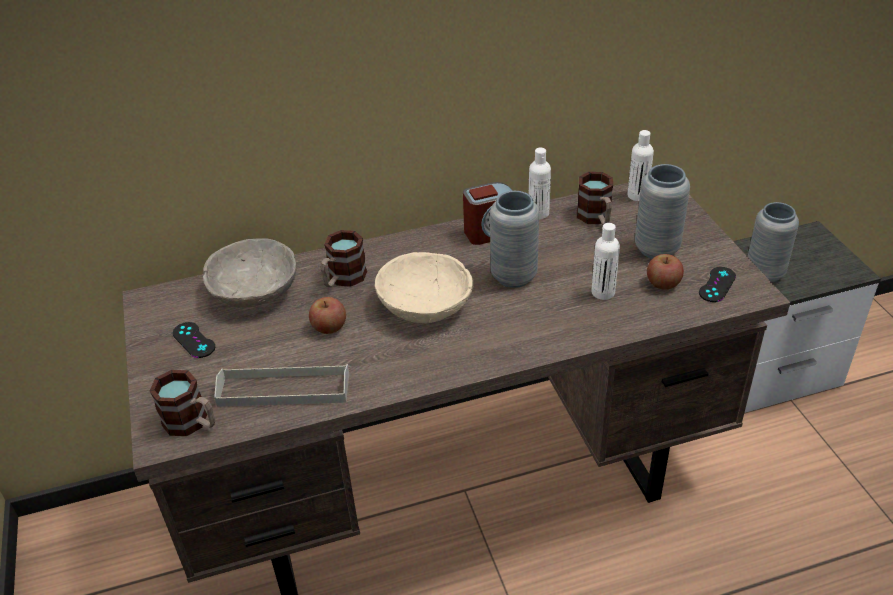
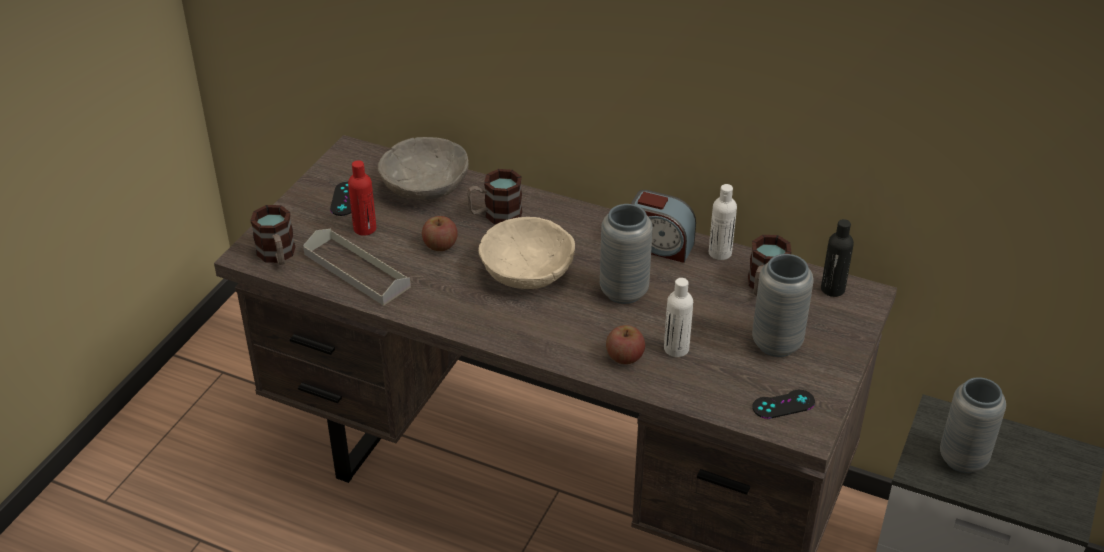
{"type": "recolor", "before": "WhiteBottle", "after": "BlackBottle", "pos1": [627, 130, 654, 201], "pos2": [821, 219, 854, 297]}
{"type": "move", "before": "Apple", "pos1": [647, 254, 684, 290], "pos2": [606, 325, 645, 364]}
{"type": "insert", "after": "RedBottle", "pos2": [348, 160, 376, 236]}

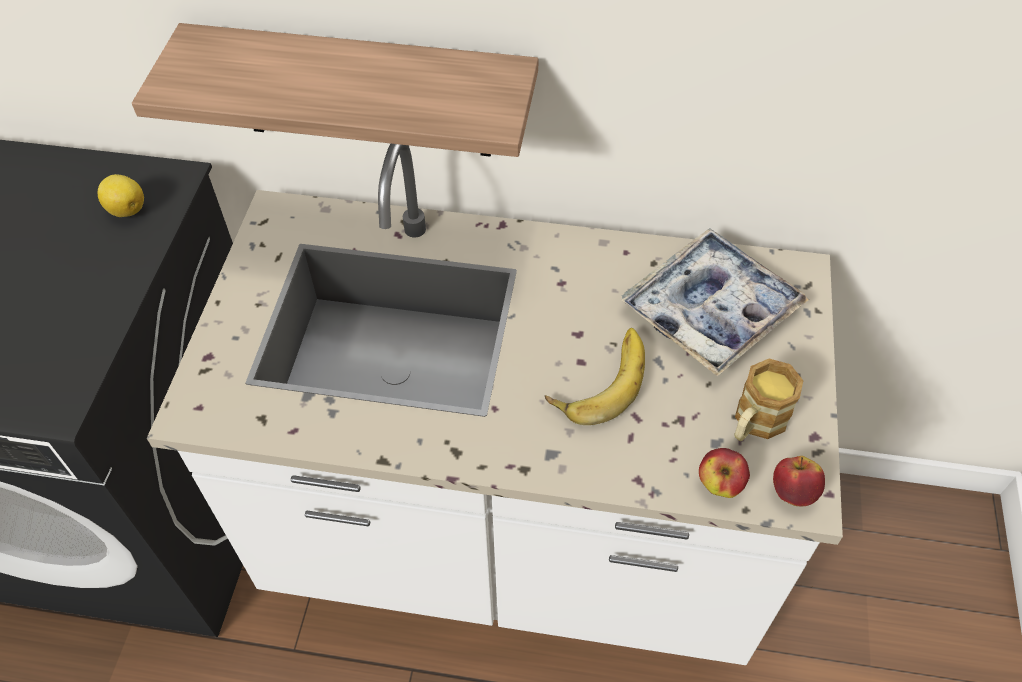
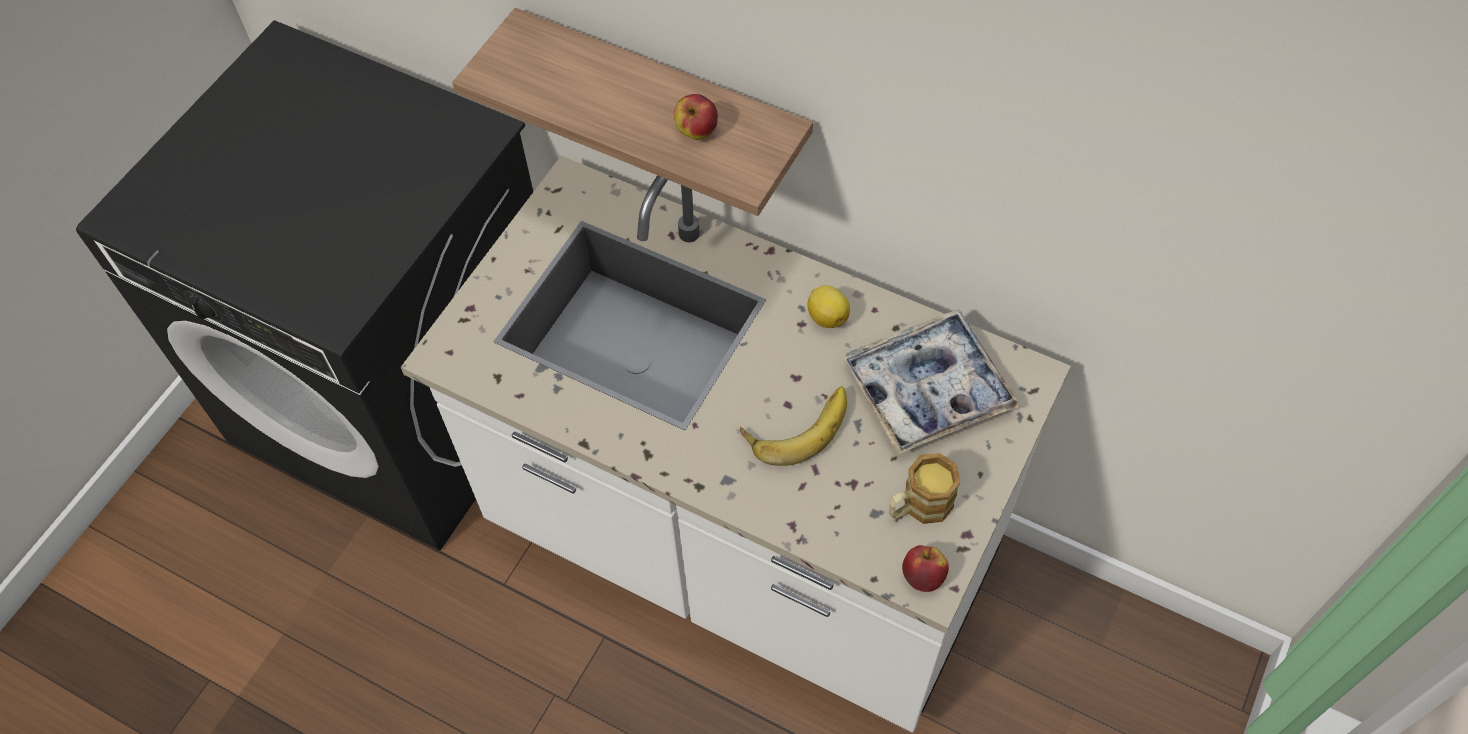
{"type": "move", "before": "Lemon", "pos1": [98, 174, 144, 217], "pos2": [808, 285, 850, 328]}
{"type": "move", "before": "Apple", "pos1": [699, 448, 750, 498], "pos2": [674, 94, 718, 140]}

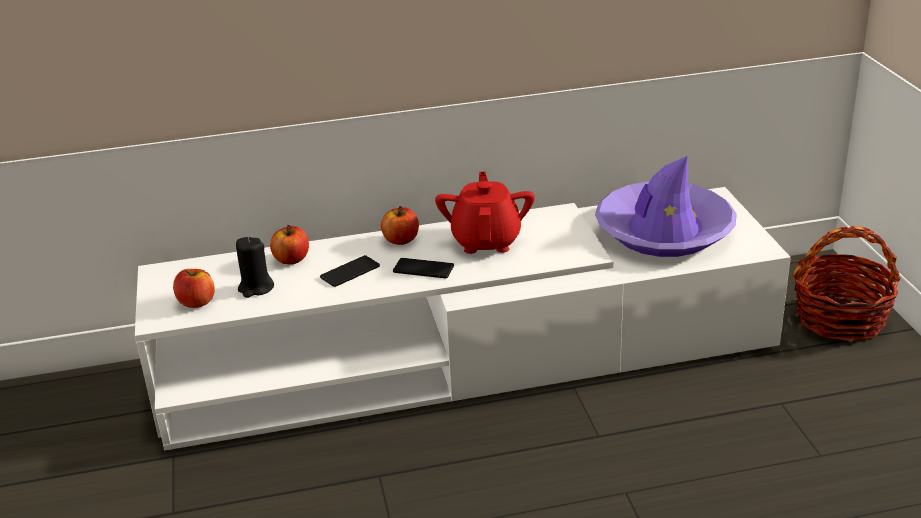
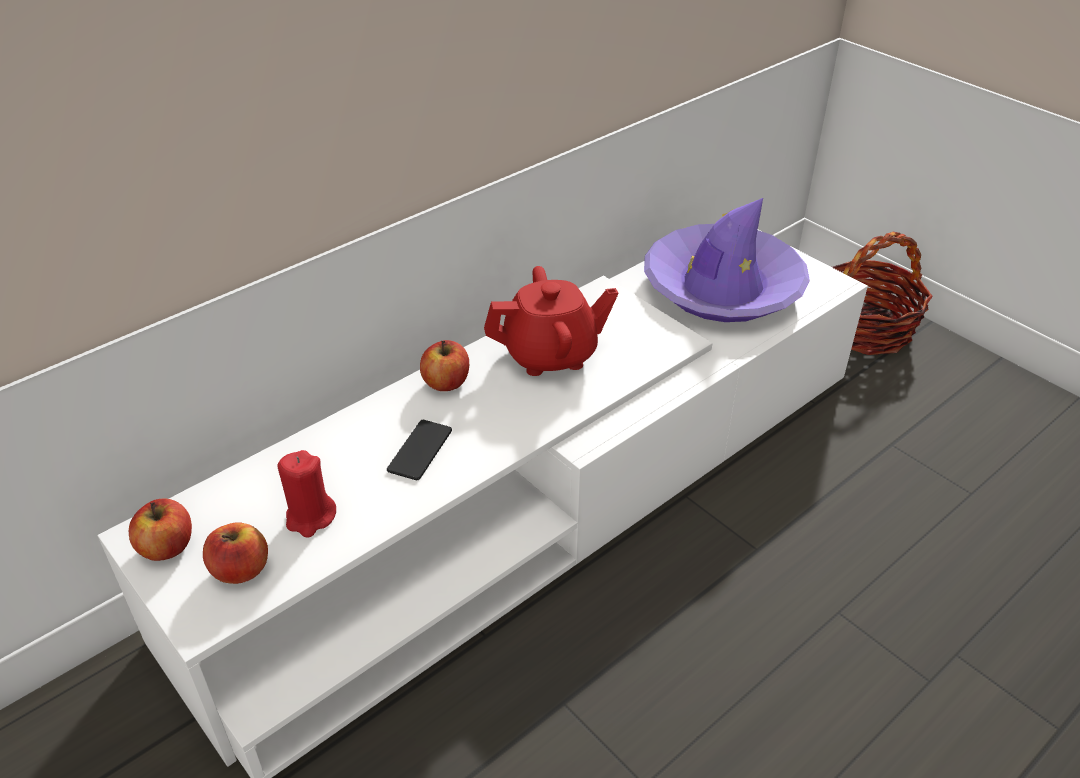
{"type": "recolor", "before": "BlackCandle", "after": "RedCandle", "pos1": [236, 237, 274, 298], "pos2": [277, 450, 336, 538]}
{"type": "move", "before": "Apple", "pos1": [270, 225, 309, 264], "pos2": [129, 498, 192, 561]}
{"type": "delete", "before": "Phone", "pos1": [393, 258, 454, 278]}
{"type": "rotate", "before": "RedTeapot", "pos1": [435, 171, 535, 254], "pos2": [484, 266, 618, 376], "turn": 105}

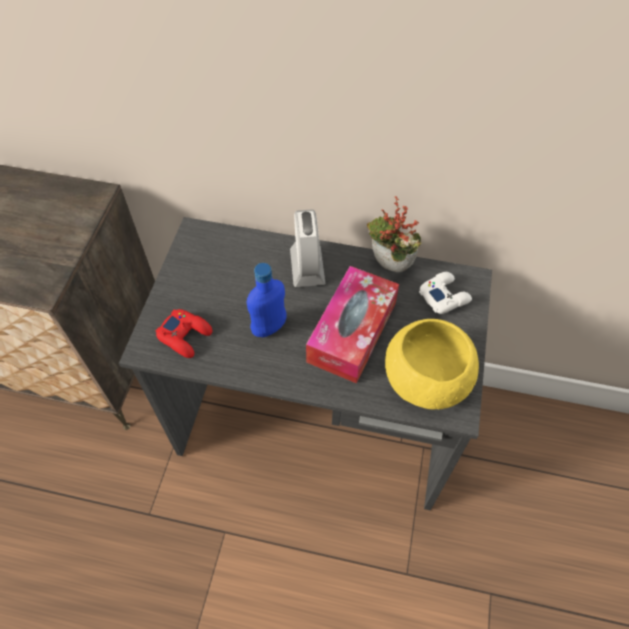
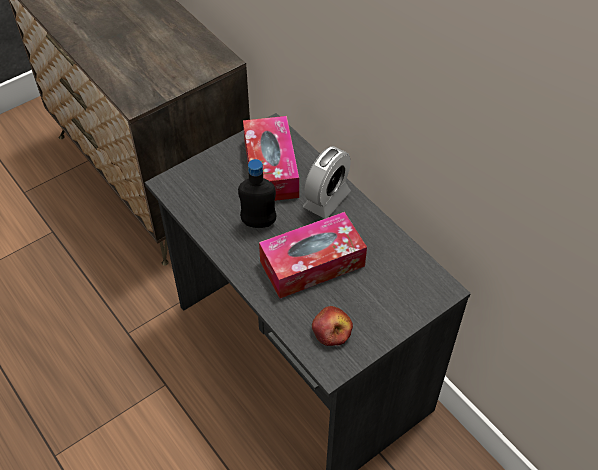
{"type": "delete", "before": "RedGameController", "pos1": [156, 309, 212, 358]}
{"type": "recolor", "before": "BlueBottle", "after": "BlackBottle", "pos1": [247, 263, 287, 337], "pos2": [238, 159, 276, 228]}
{"type": "delete", "before": "PottedPlant", "pos1": [367, 196, 421, 272]}
{"type": "replace", "before": "YellowBowl", "after": "Apple", "pos1": [385, 319, 479, 409], "pos2": [312, 306, 353, 346]}
{"type": "delete", "before": "WhiteGameController", "pos1": [419, 272, 472, 314]}
{"type": "insert", "after": "TissueBox", "pos2": [243, 116, 299, 201]}

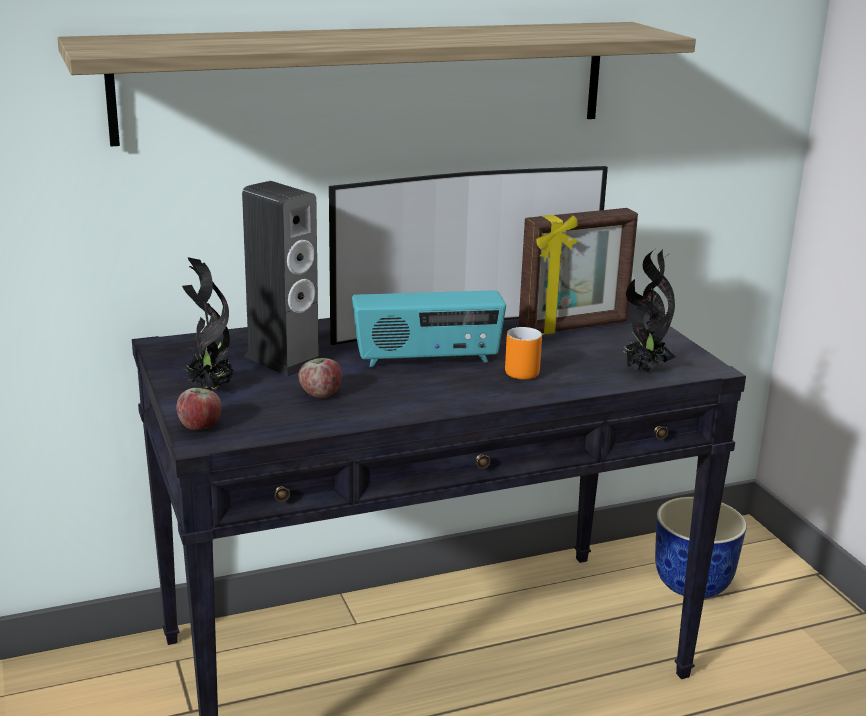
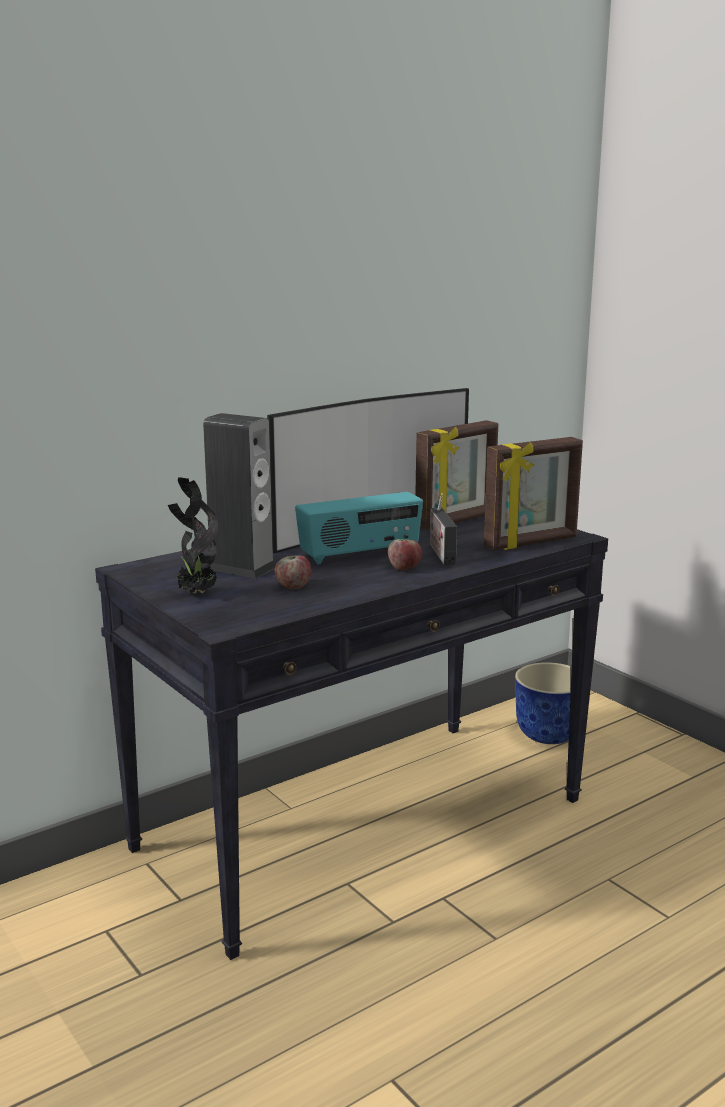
{"type": "delete", "before": "Shelf", "pos1": [57, 22, 696, 147]}
{"type": "move", "before": "Apple", "pos1": [177, 388, 221, 430], "pos2": [388, 539, 422, 570]}
{"type": "replace", "before": "OrangeMug", "after": "Radio", "pos1": [505, 327, 542, 380], "pos2": [430, 493, 457, 565]}
{"type": "replace", "before": "PottedPlant", "after": "PictureFrame", "pos1": [622, 249, 675, 373], "pos2": [484, 437, 583, 550]}

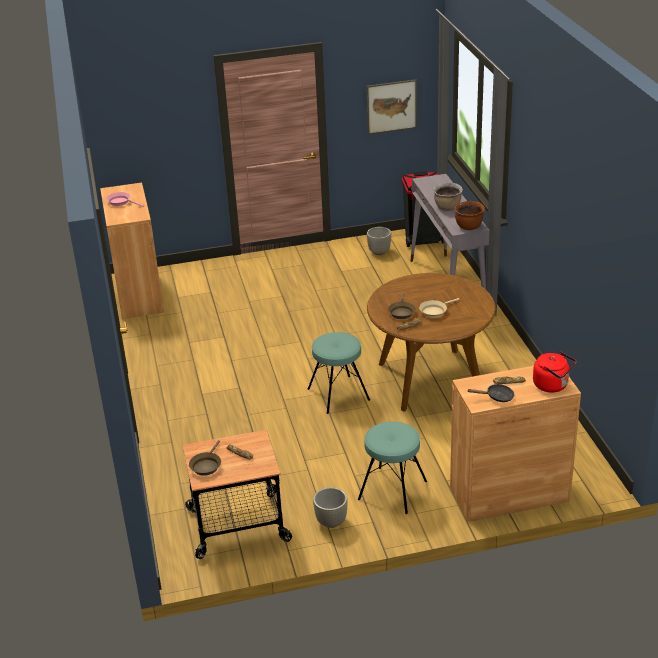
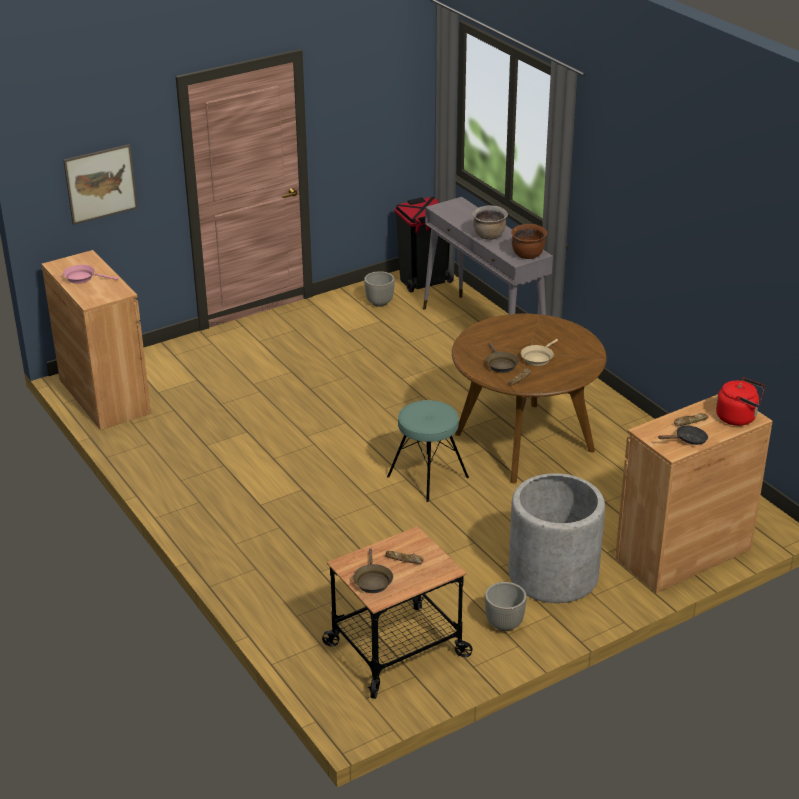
{"type": "replace", "before": "TurquoiseStool", "after": "GreyPlanter", "pos1": [358, 422, 427, 514], "pos2": [509, 473, 605, 603]}
{"type": "move", "before": "Picture", "pos1": [366, 79, 417, 135], "pos2": [63, 144, 138, 225]}

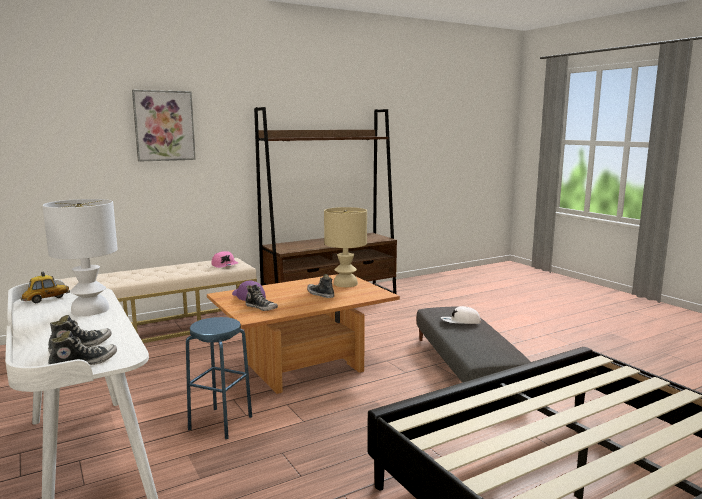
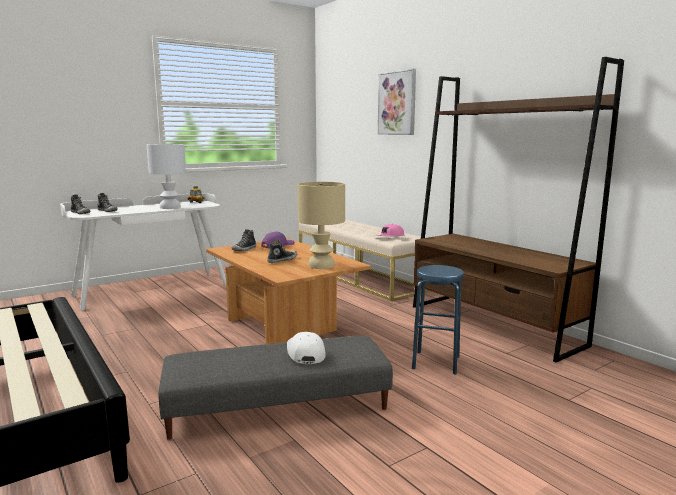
{"type": "move", "before": "BlueStool", "pos1": [186, 317, 252, 439], "pos2": [412, 265, 464, 375]}

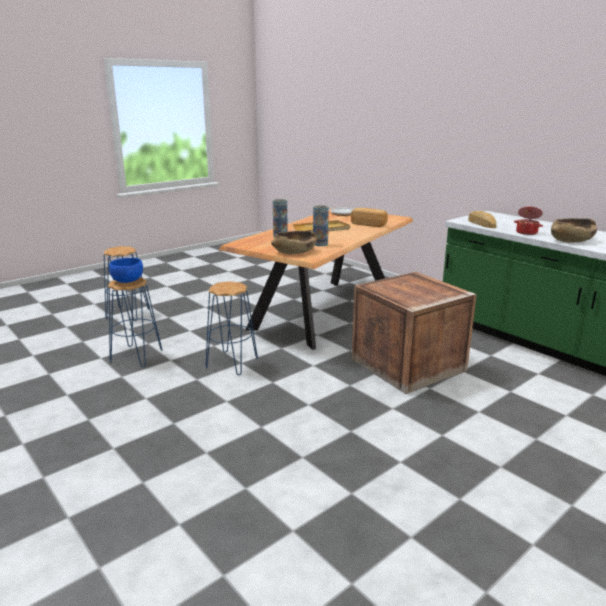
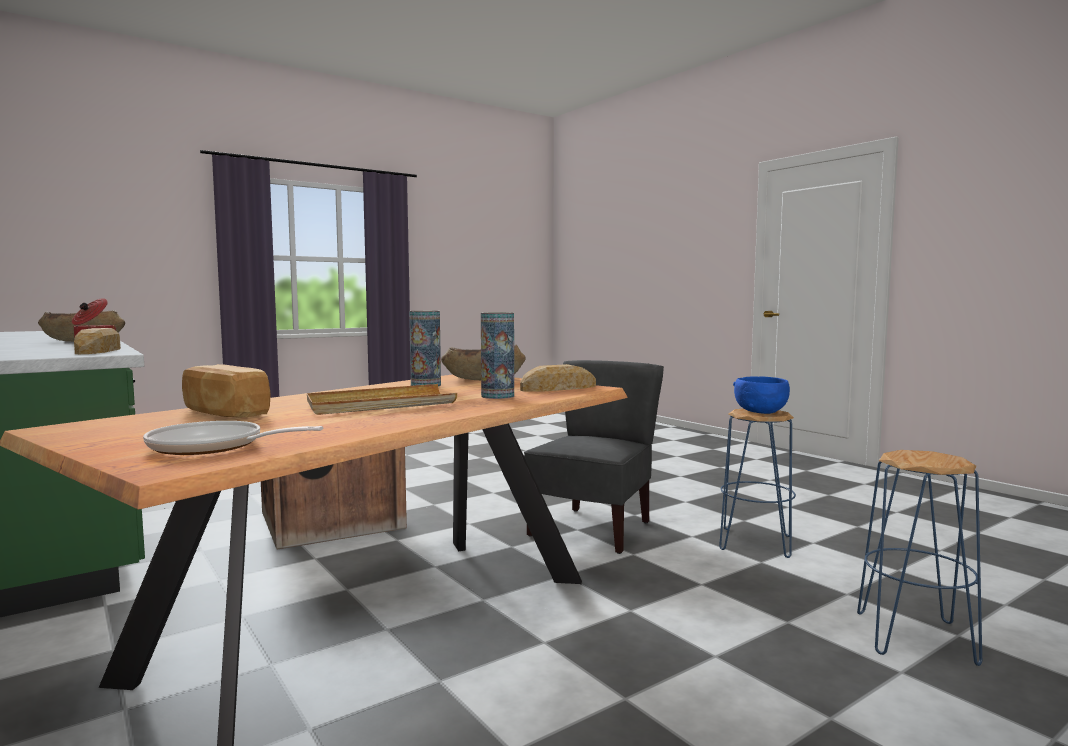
{"type": "replace", "before": "BlueStool", "after": "GreyChair", "pos1": [205, 281, 258, 375], "pos2": [524, 360, 664, 554]}
{"type": "insert", "after": "Bread", "pos2": [520, 364, 596, 392]}

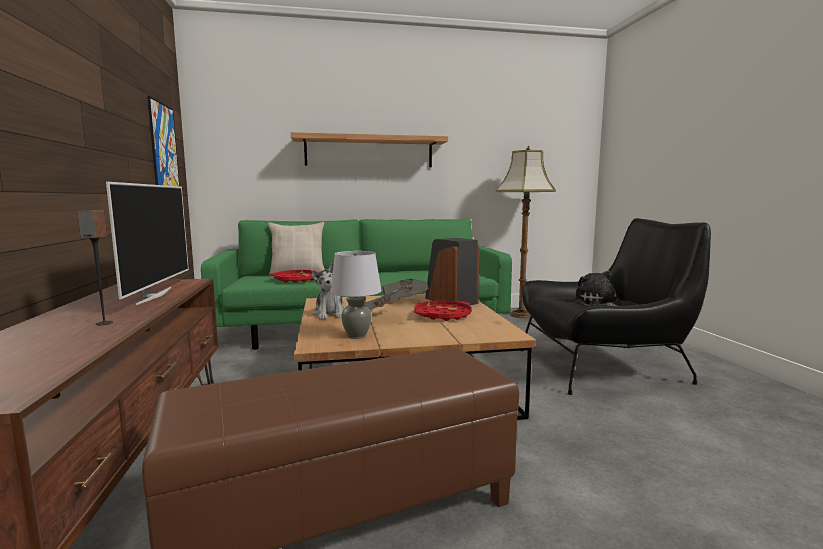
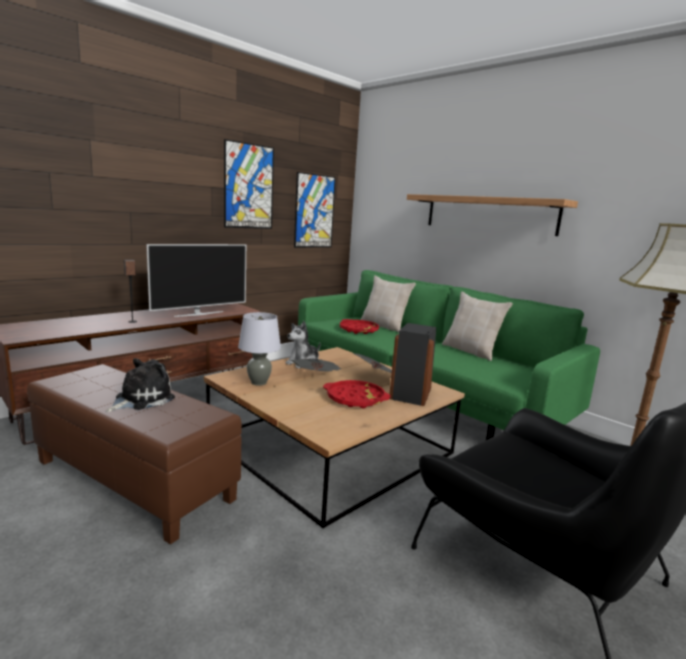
{"type": "move", "before": "PlushToy", "pos1": [574, 271, 621, 307], "pos2": [106, 358, 175, 413]}
{"type": "insert", "after": "Picture", "pos2": [224, 139, 274, 229]}
{"type": "insert", "after": "BeigePillow", "pos2": [442, 292, 513, 361]}

